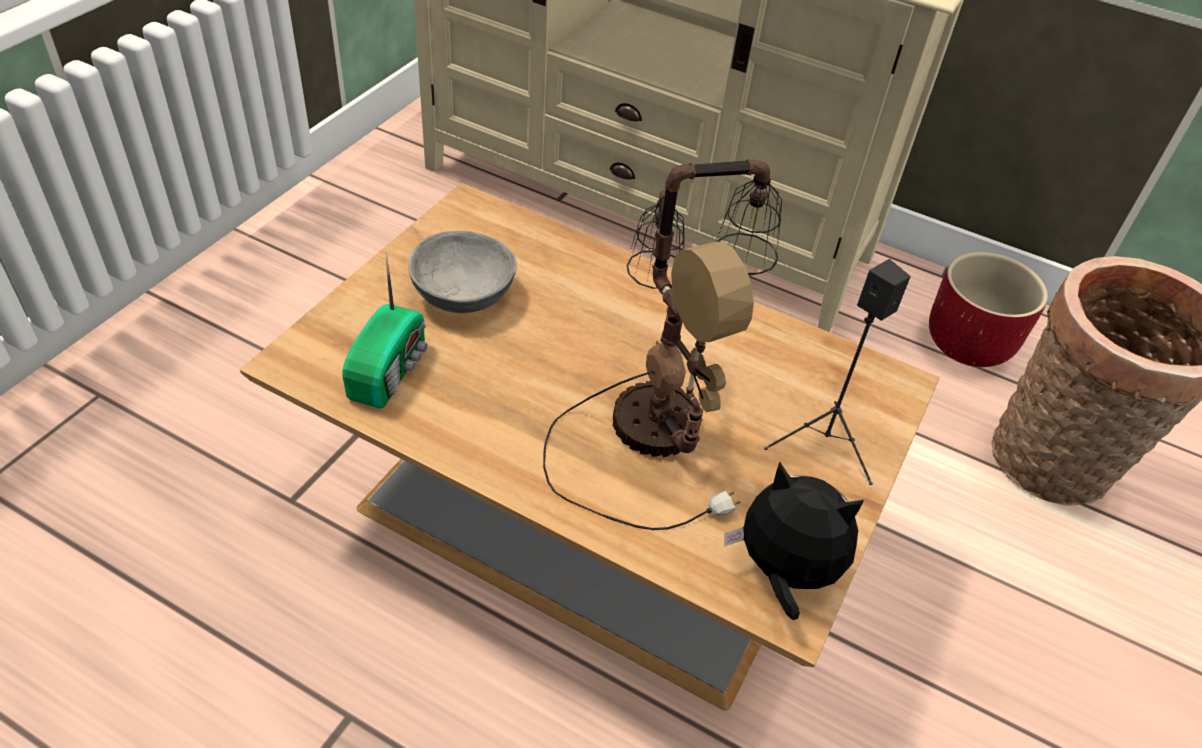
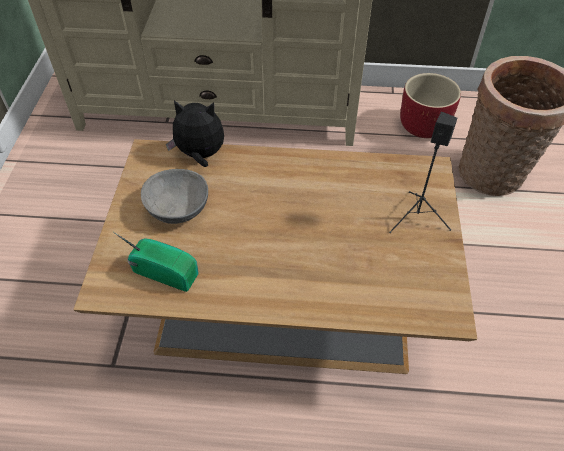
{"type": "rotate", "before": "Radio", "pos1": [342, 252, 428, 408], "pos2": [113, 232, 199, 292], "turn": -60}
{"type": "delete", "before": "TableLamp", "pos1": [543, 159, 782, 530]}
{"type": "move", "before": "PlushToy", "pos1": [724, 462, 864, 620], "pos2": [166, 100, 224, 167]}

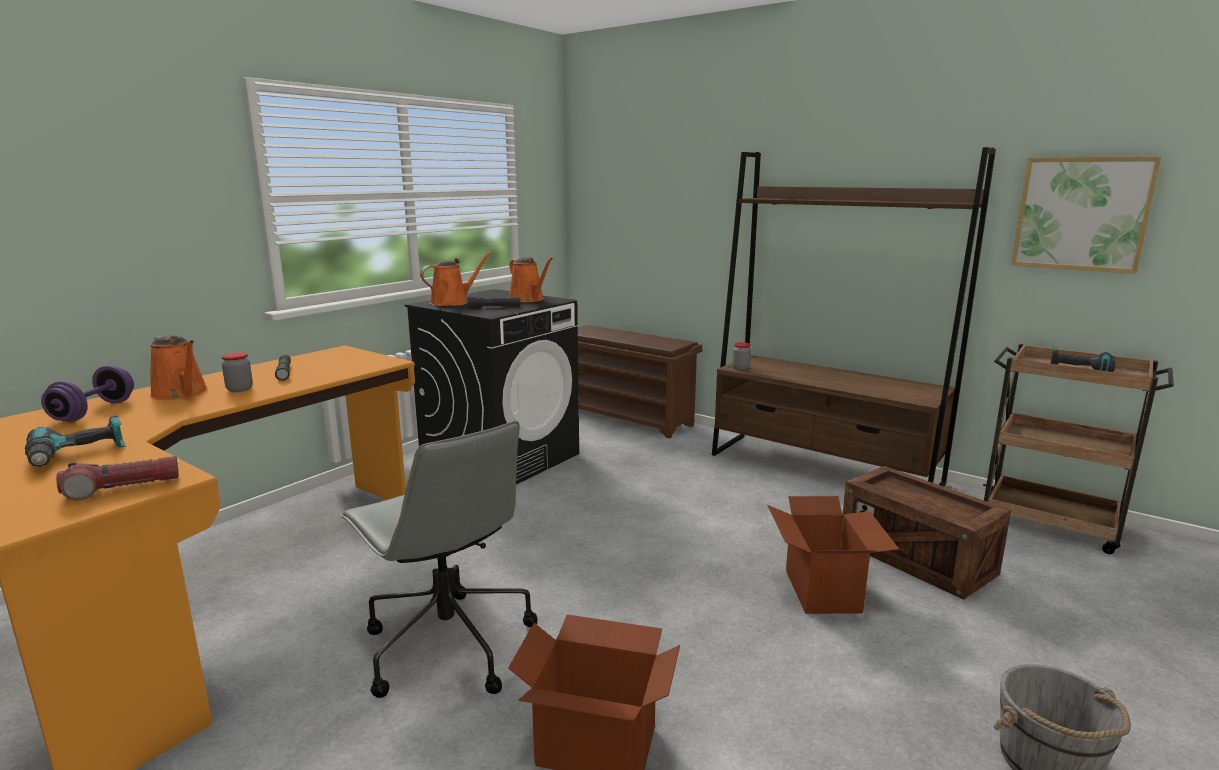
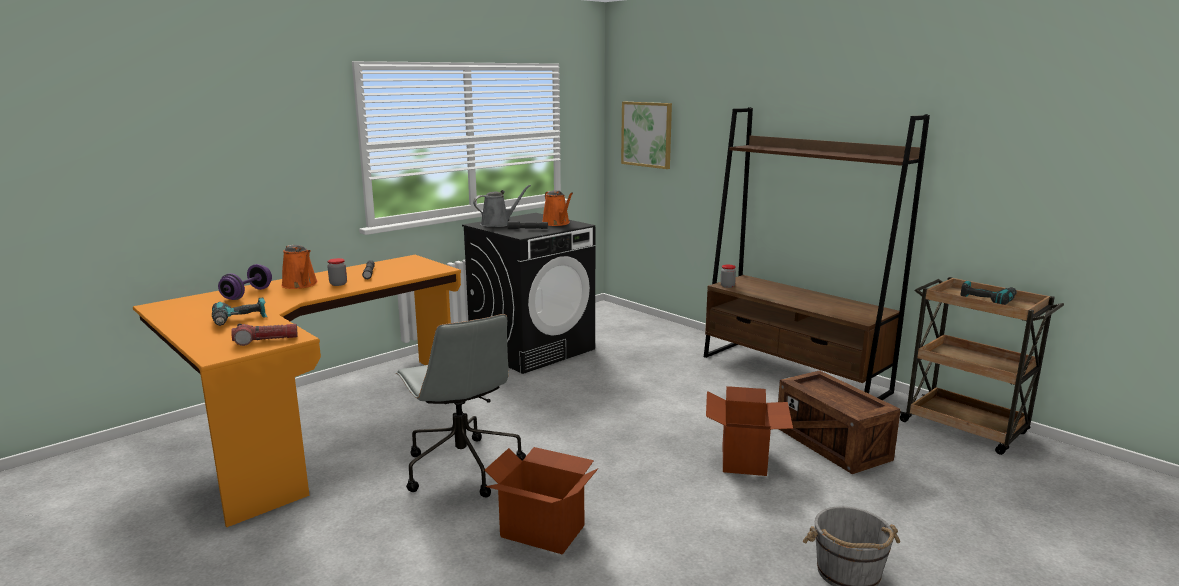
{"type": "recolor", "before": "OrangeWateringCan", "after": "GreyWateringCan", "pos1": [420, 252, 492, 306], "pos2": [473, 185, 531, 227]}
{"type": "delete", "before": "BrownShoeRack", "pos1": [578, 325, 703, 438]}
{"type": "move", "before": "Picture", "pos1": [1011, 156, 1162, 274], "pos2": [621, 102, 672, 169]}

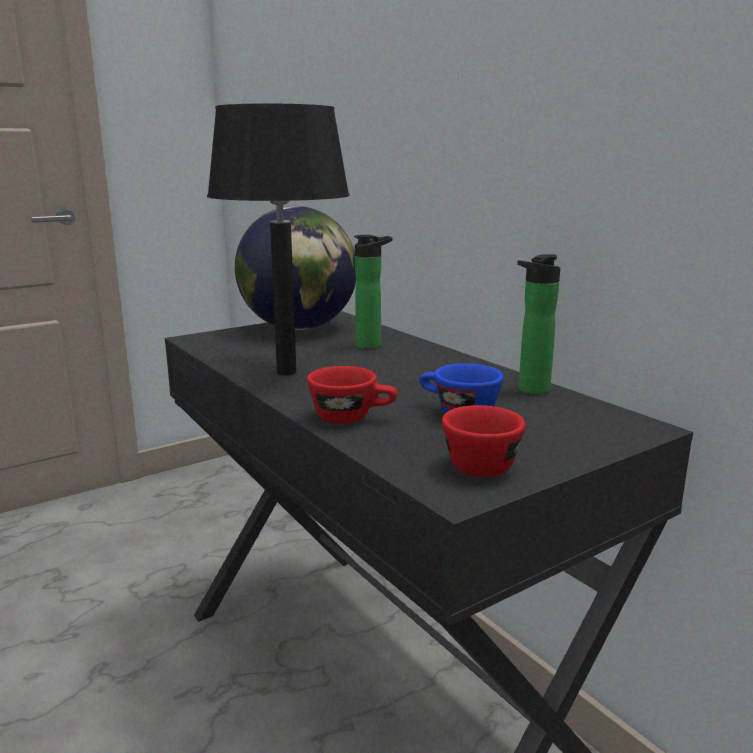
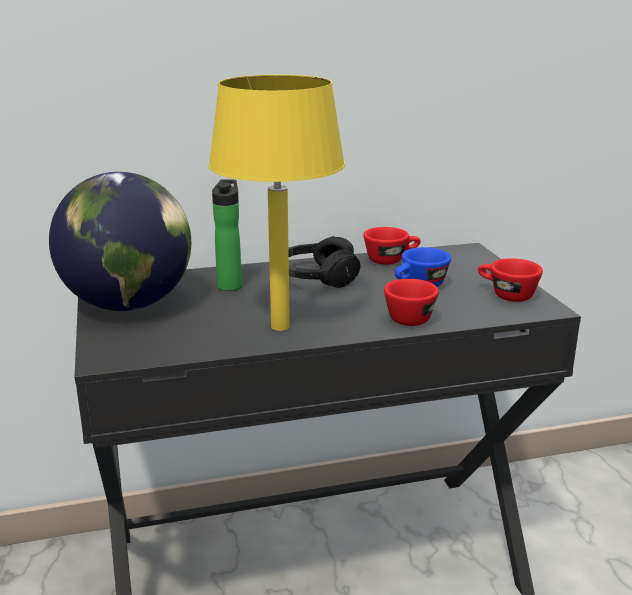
{"type": "recolor", "before": "BlackTableLamp", "after": "YellowTableLamp", "pos1": [207, 104, 350, 375], "pos2": [209, 75, 345, 331]}
{"type": "replace", "before": "Bottle", "after": "RedCup", "pos1": [517, 254, 560, 395], "pos2": [363, 227, 421, 265]}
{"type": "insert", "after": "BlackHeadphones", "pos2": [289, 236, 360, 288]}

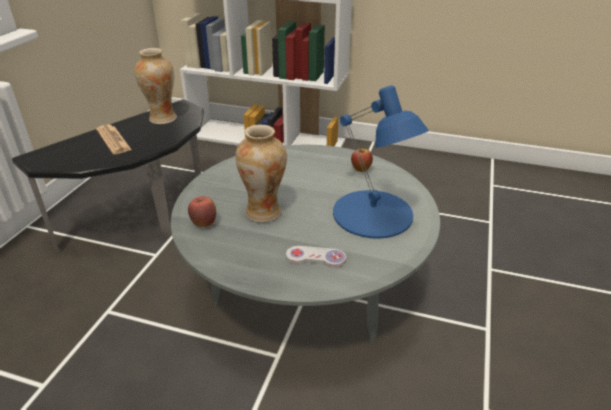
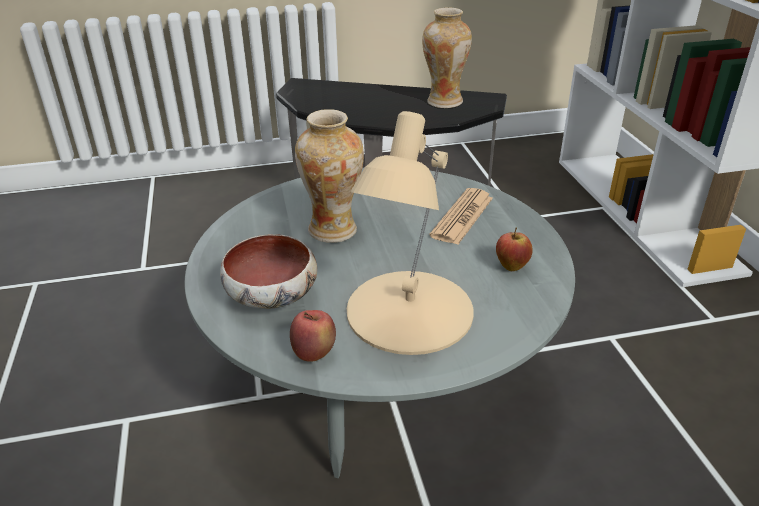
{"type": "move", "before": "Newspaper", "pos1": [96, 125, 132, 154], "pos2": [429, 188, 493, 245]}
{"type": "move", "before": "Apple", "pos1": [188, 197, 216, 227], "pos2": [290, 310, 336, 362]}
{"type": "replace", "before": "WhiteGameController", "after": "Bowl", "pos1": [286, 246, 346, 268], "pos2": [220, 234, 317, 309]}
{"type": "recolor", "before": "BlueTableLamp", "after": "BeigeTableLamp", "pos1": [333, 85, 429, 239], "pos2": [347, 111, 473, 355]}

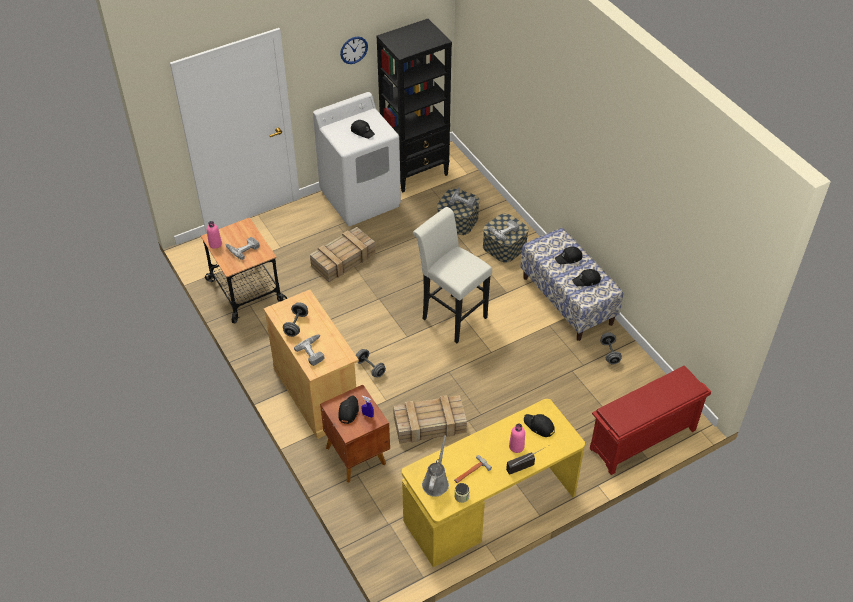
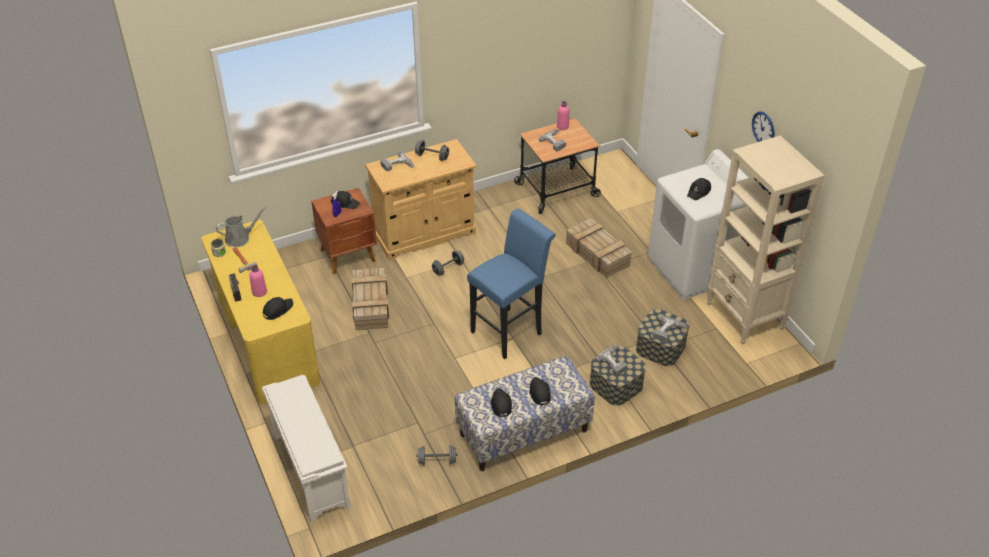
{"type": "recolor", "before": "BlackBookcase", "after": "BeigeBookcase", "pos1": [376, 19, 452, 193], "pos2": [707, 136, 825, 345]}
{"type": "recolor", "before": "WhiteStool", "after": "BlueStool", "pos1": [413, 207, 492, 343], "pos2": [467, 208, 556, 359]}
{"type": "rotate", "before": "GreyWateringCan", "pos1": [422, 435, 449, 497], "pos2": [216, 207, 266, 247], "turn": -45}
{"type": "recolor", "before": "RedShoeRack", "after": "WhiteShoeRack", "pos1": [590, 366, 711, 475], "pos2": [262, 375, 351, 523]}

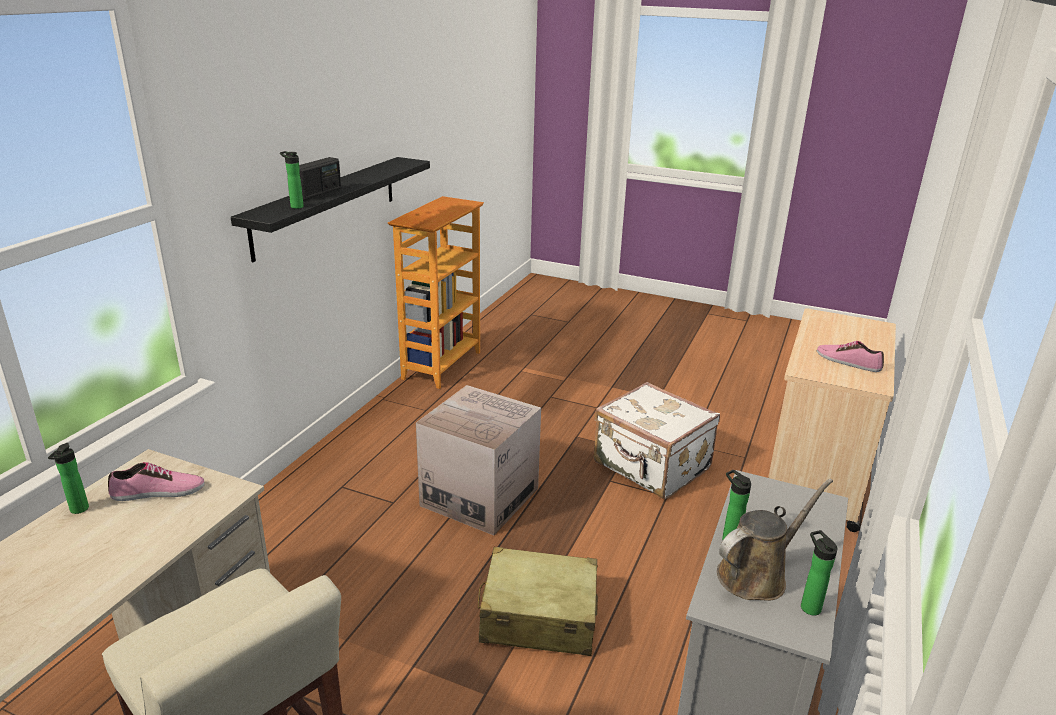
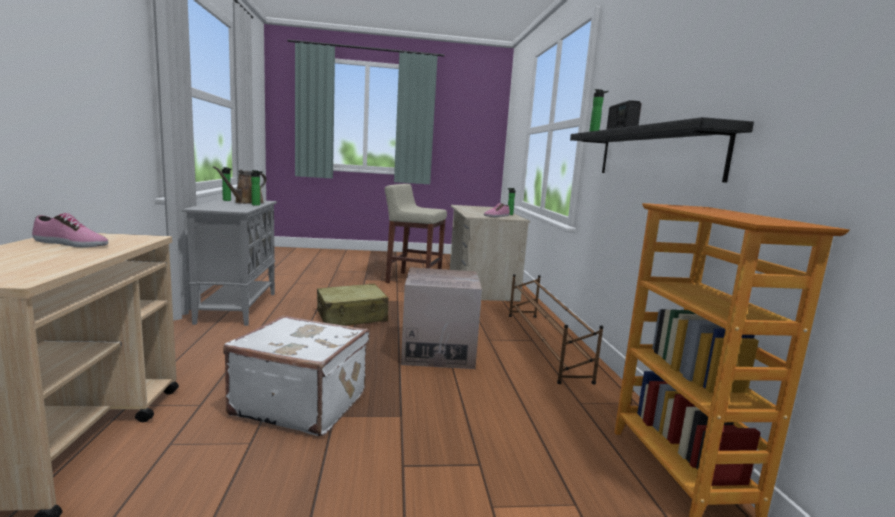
{"type": "insert", "after": "BrownShoeRack", "pos2": [509, 274, 604, 385]}

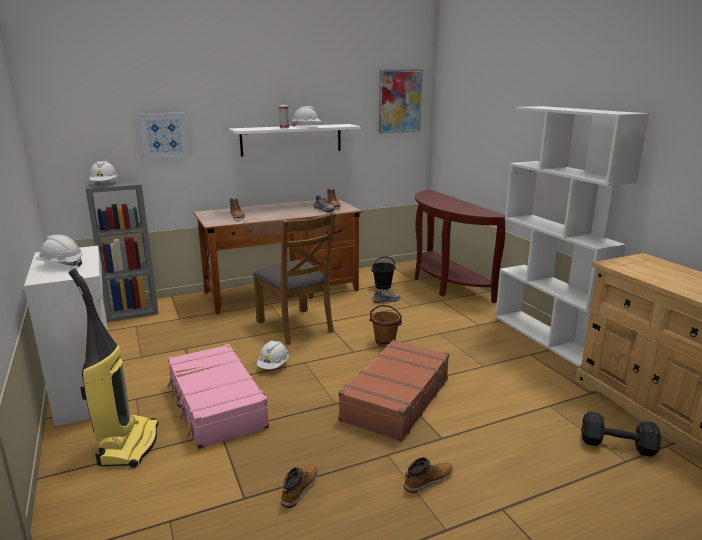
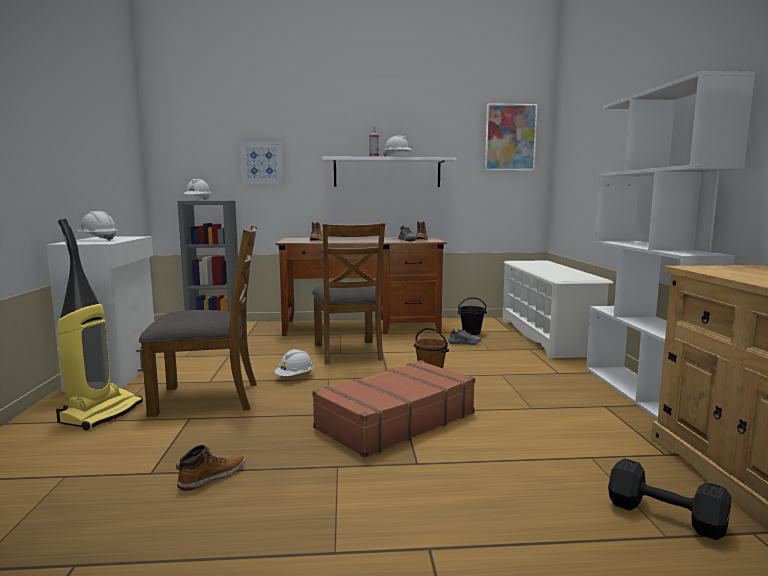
{"type": "replace", "before": "PinkSuitcase", "after": "BrownChair", "pos1": [167, 344, 269, 449], "pos2": [139, 225, 257, 417]}
{"type": "delete", "before": "Boot", "pos1": [404, 457, 453, 493]}
{"type": "replace", "before": "BrownConsoleTable", "after": "WhiteShoeRack", "pos1": [414, 190, 505, 303], "pos2": [503, 261, 613, 359]}

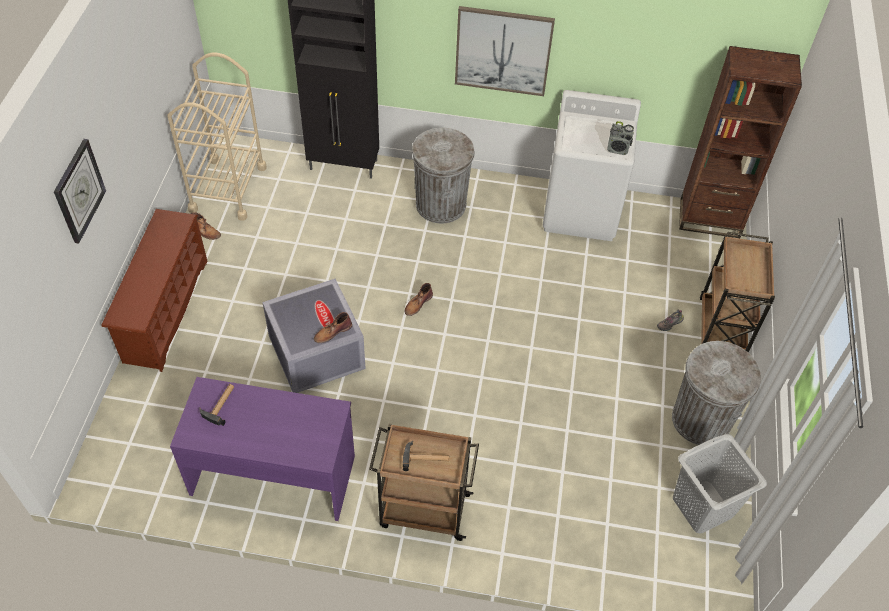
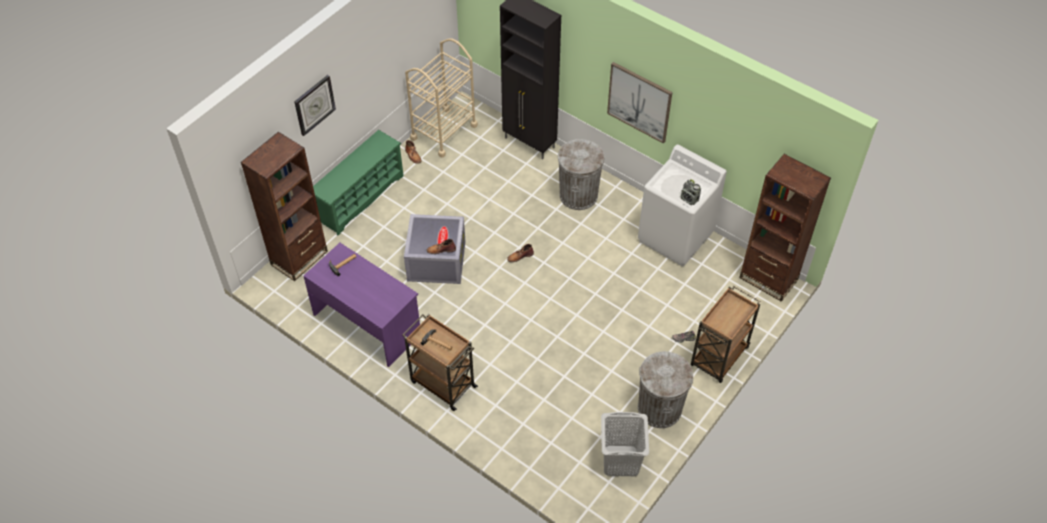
{"type": "recolor", "before": "BrownShoeRack", "after": "GreenShoeRack", "pos1": [101, 209, 207, 372], "pos2": [313, 130, 404, 235]}
{"type": "insert", "after": "BrownBookcase", "pos2": [241, 132, 328, 281]}

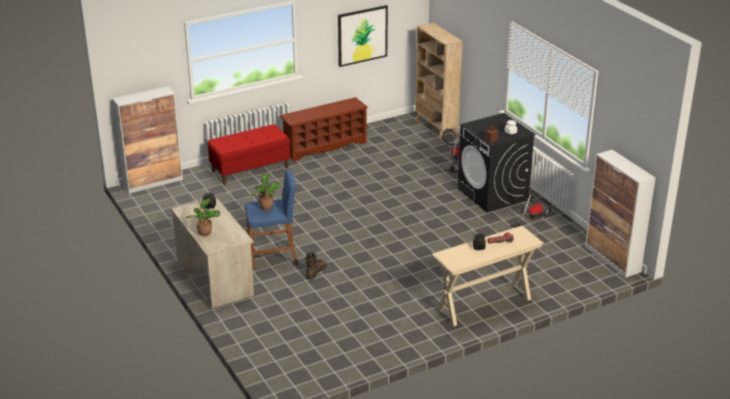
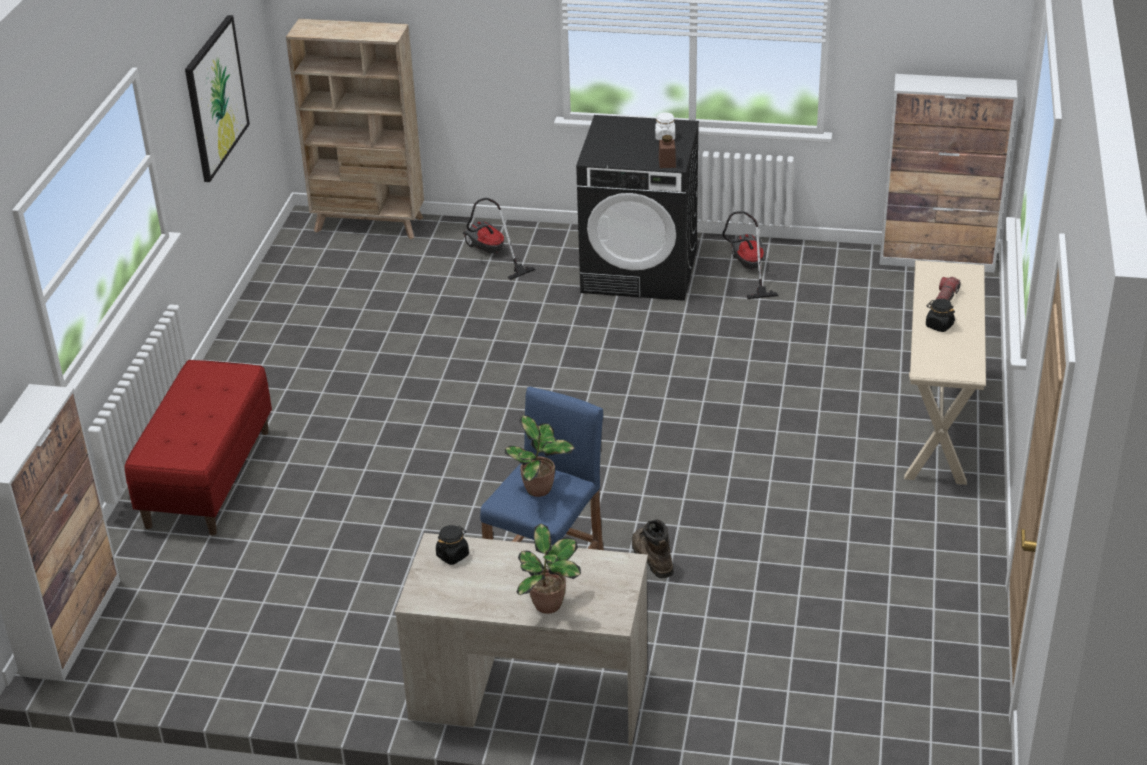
{"type": "delete", "before": "BrownShoeRack", "pos1": [280, 97, 368, 162]}

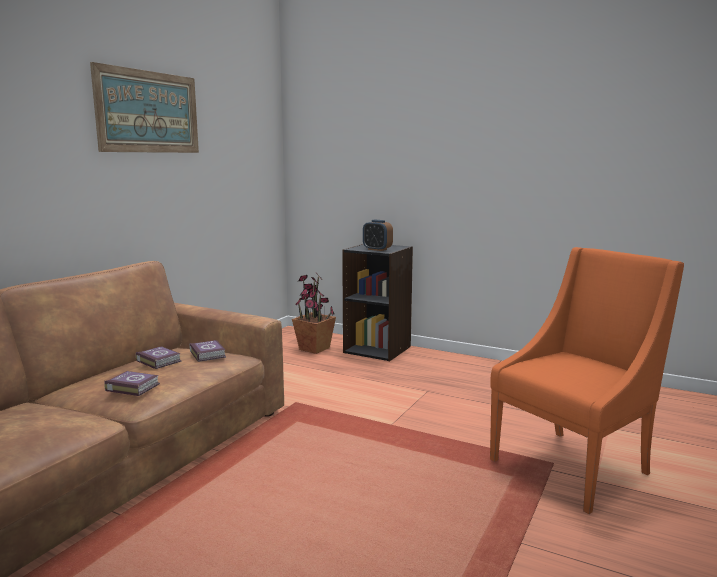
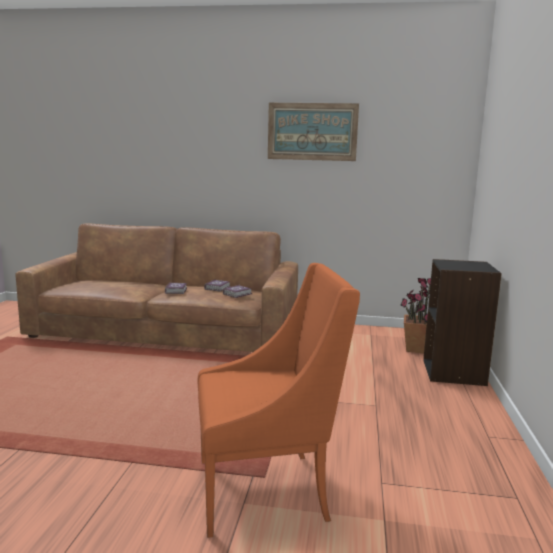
{"type": "delete", "before": "AlarmClock", "pos1": [363, 220, 393, 251]}
{"type": "rotate", "before": "OrangeArmchair", "pos1": [490, 247, 684, 514], "pos2": [198, 263, 360, 538], "turn": -45}

